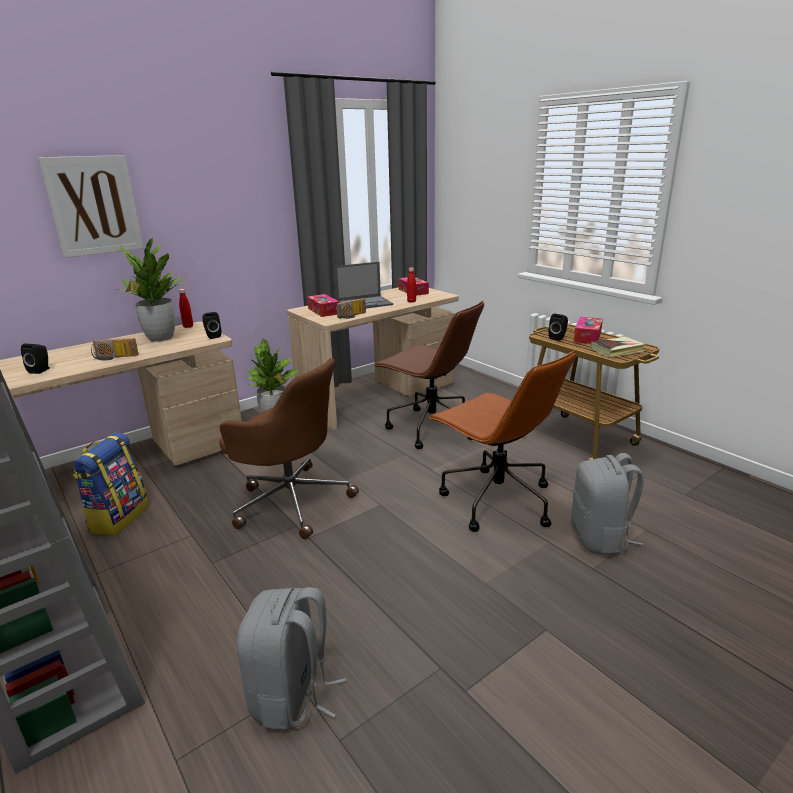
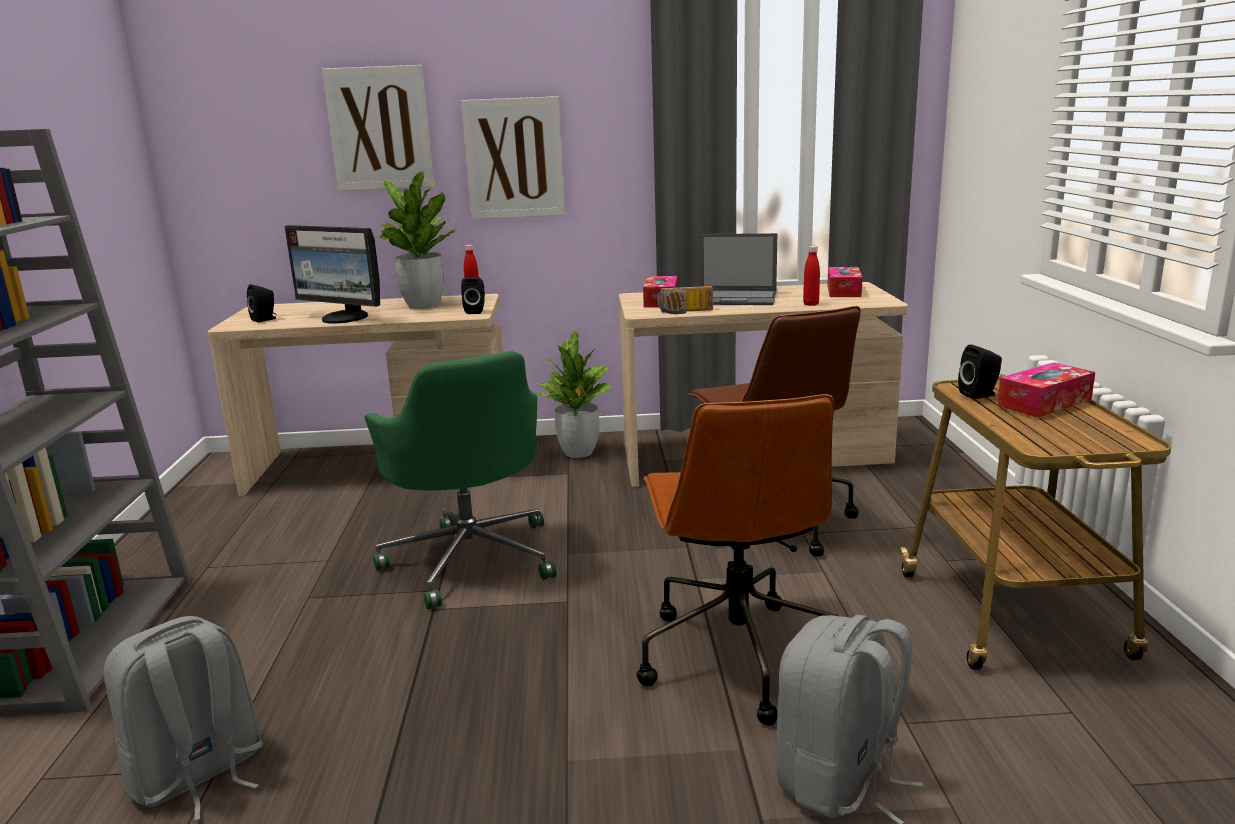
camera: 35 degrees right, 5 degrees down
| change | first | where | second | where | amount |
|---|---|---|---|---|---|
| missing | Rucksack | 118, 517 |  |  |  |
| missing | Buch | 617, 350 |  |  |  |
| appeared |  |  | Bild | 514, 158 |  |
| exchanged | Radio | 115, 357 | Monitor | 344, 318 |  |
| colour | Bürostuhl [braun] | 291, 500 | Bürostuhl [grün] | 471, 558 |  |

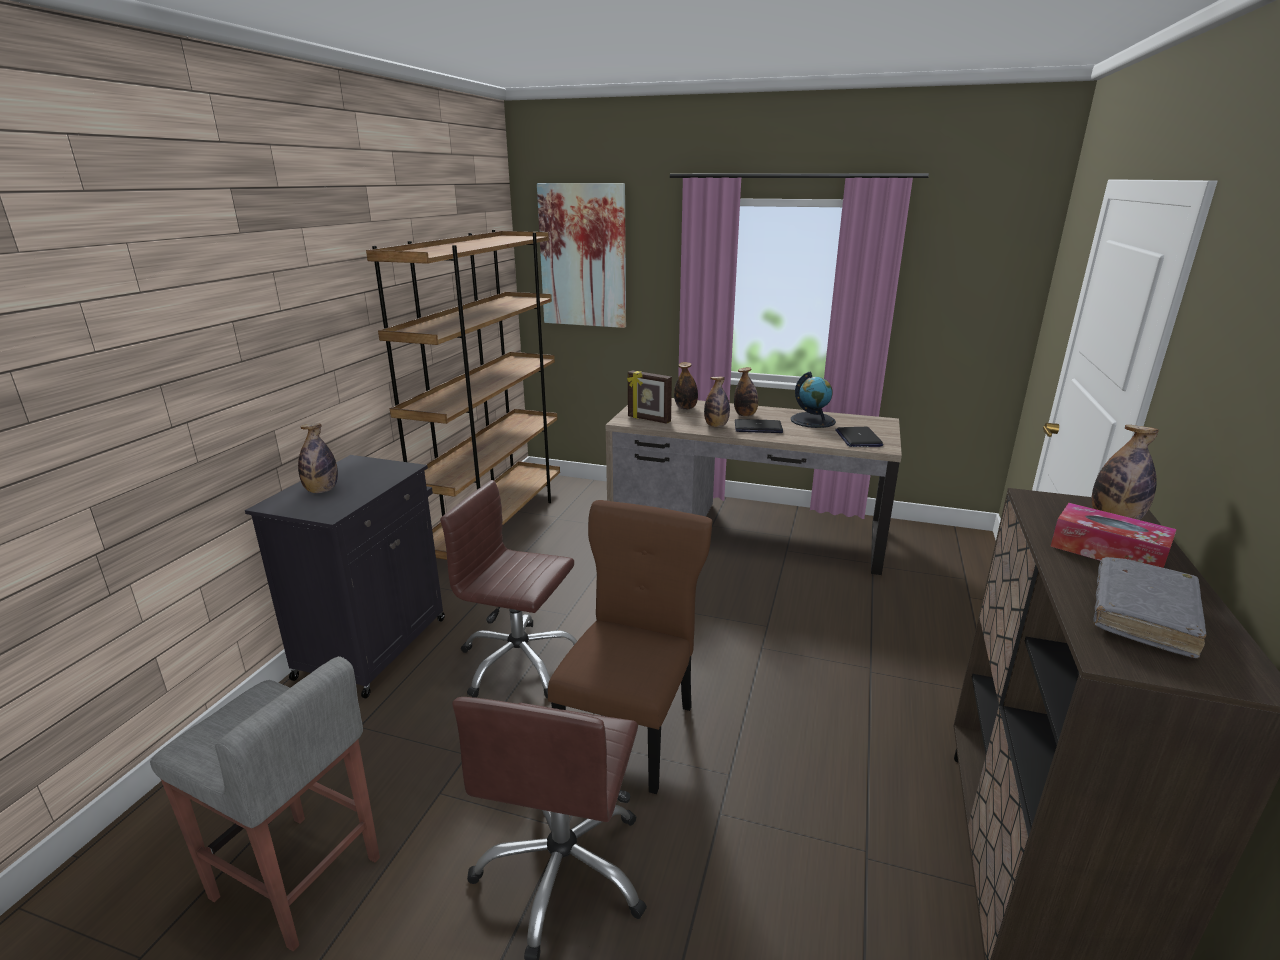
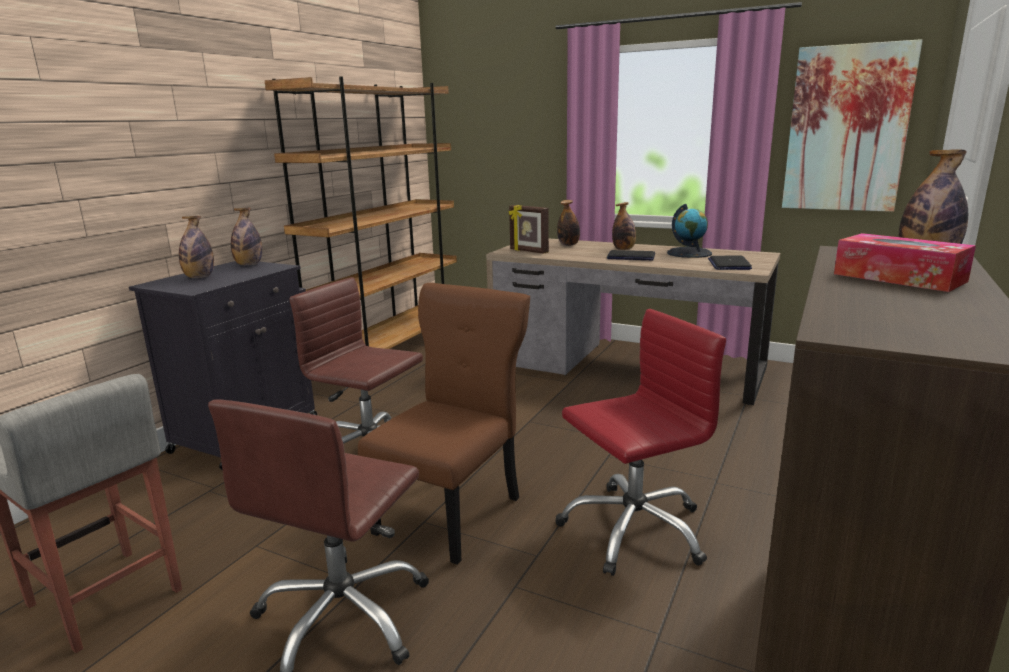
camera: 10 degrees right, 5 degrees down
| change | first | where | second | where | amount |
|---|---|---|---|---|---|
| missing | Buch [grau] | 1142, 615 |  |  |  |
| appeared |  |  | Bürostuhl [rot] | 633, 529 |  |
| relocated | Bild | 583, 256 |  | 847, 129 |  |
| relocated | Flasche | 716, 425 |  | 249, 265 |  |

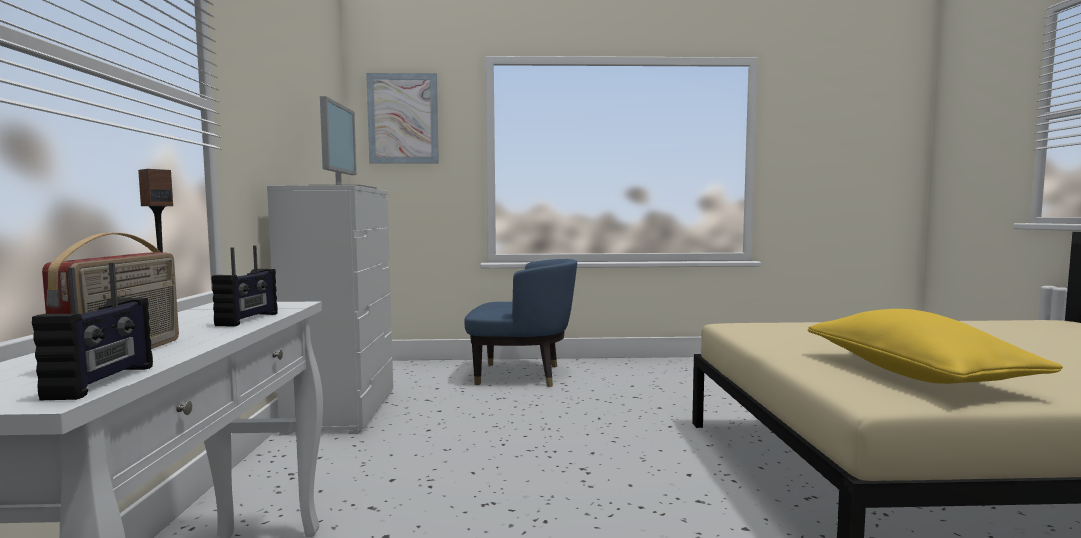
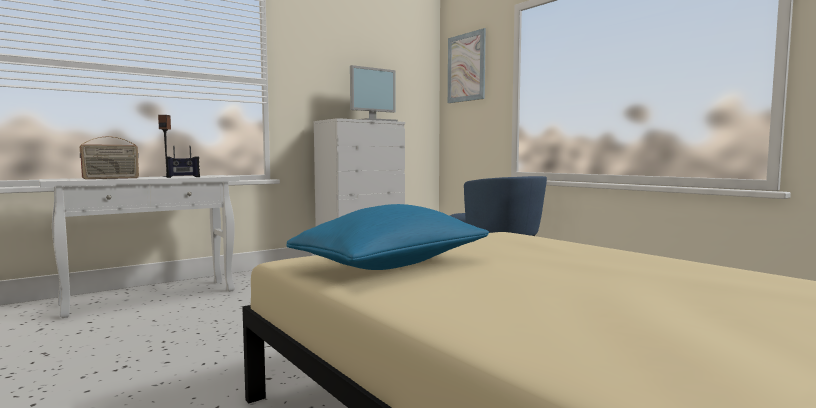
camera: 55 degrees right, 0 degrees up
| change | first | where | second | where | amount |
|---|---|---|---|---|---|
| missing | Radio | 103, 382 |  |  |  |
| colour | Kissen [gelb] | 914, 374 | Kissen [blau] | 394, 266 |  |

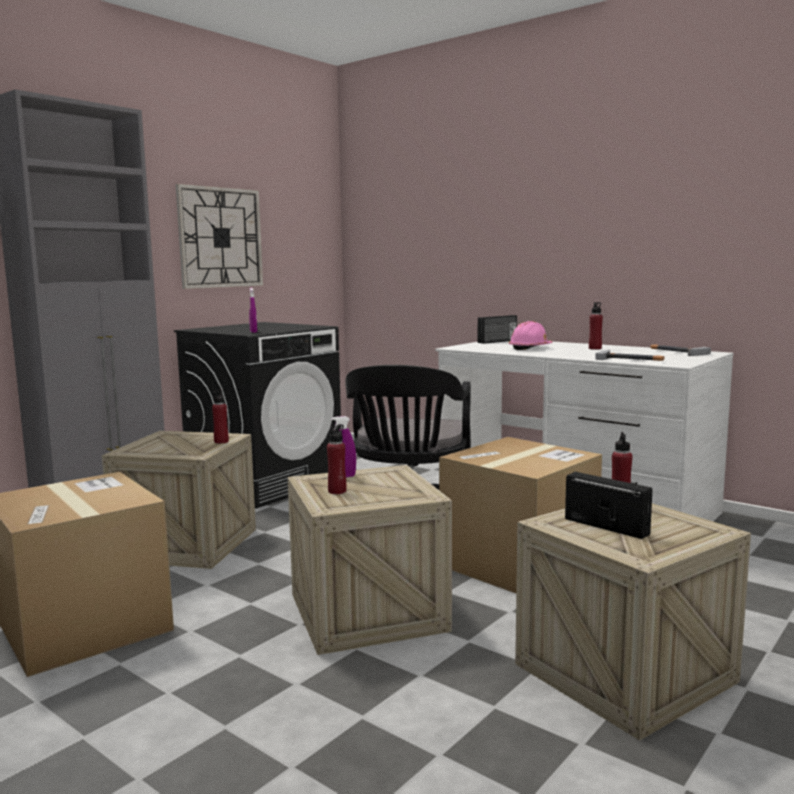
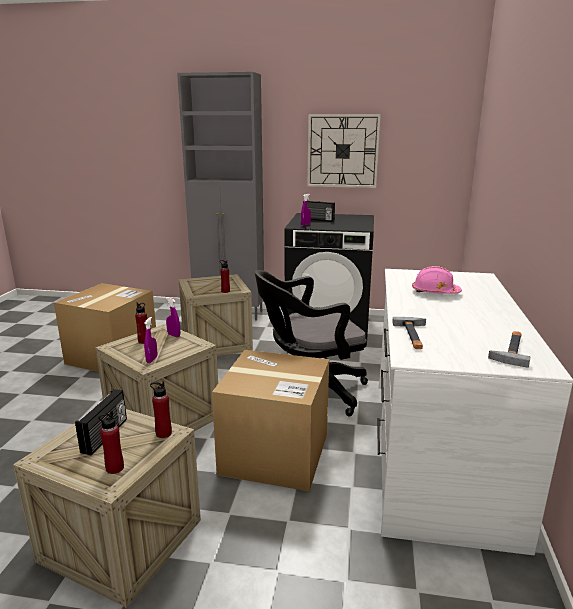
camera: 60 degrees right, 10 degrees up
| change | first | where | second | where | amount |
|---|---|---|---|---|---|
| appeared |  |  | Sprühflasche [lila] | 152, 360 |  |
| relocated | Radio | 498, 341 |  | 318, 219 |  |
| relocated | Flasche [rot] | 595, 348 |  | 114, 468 |  |

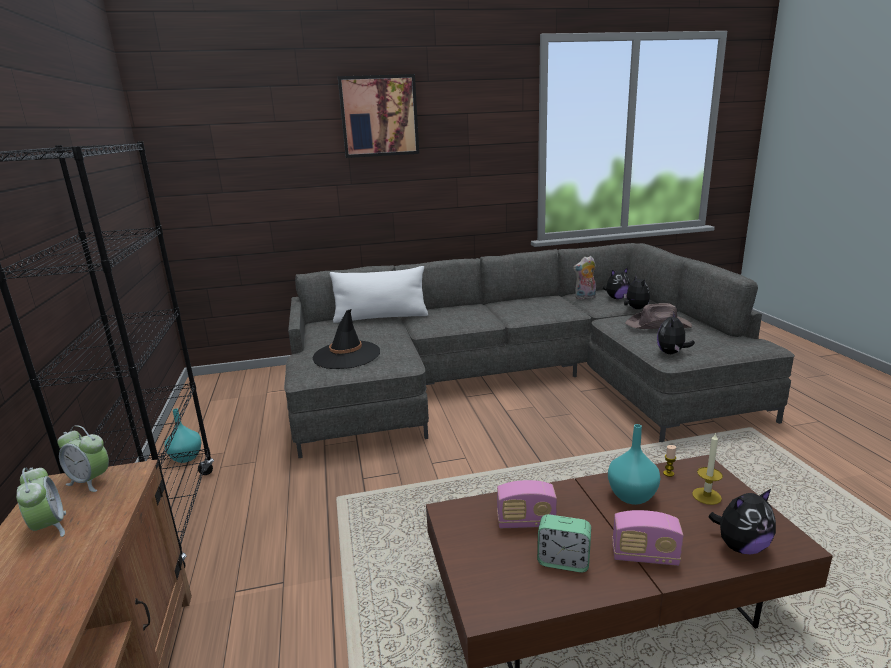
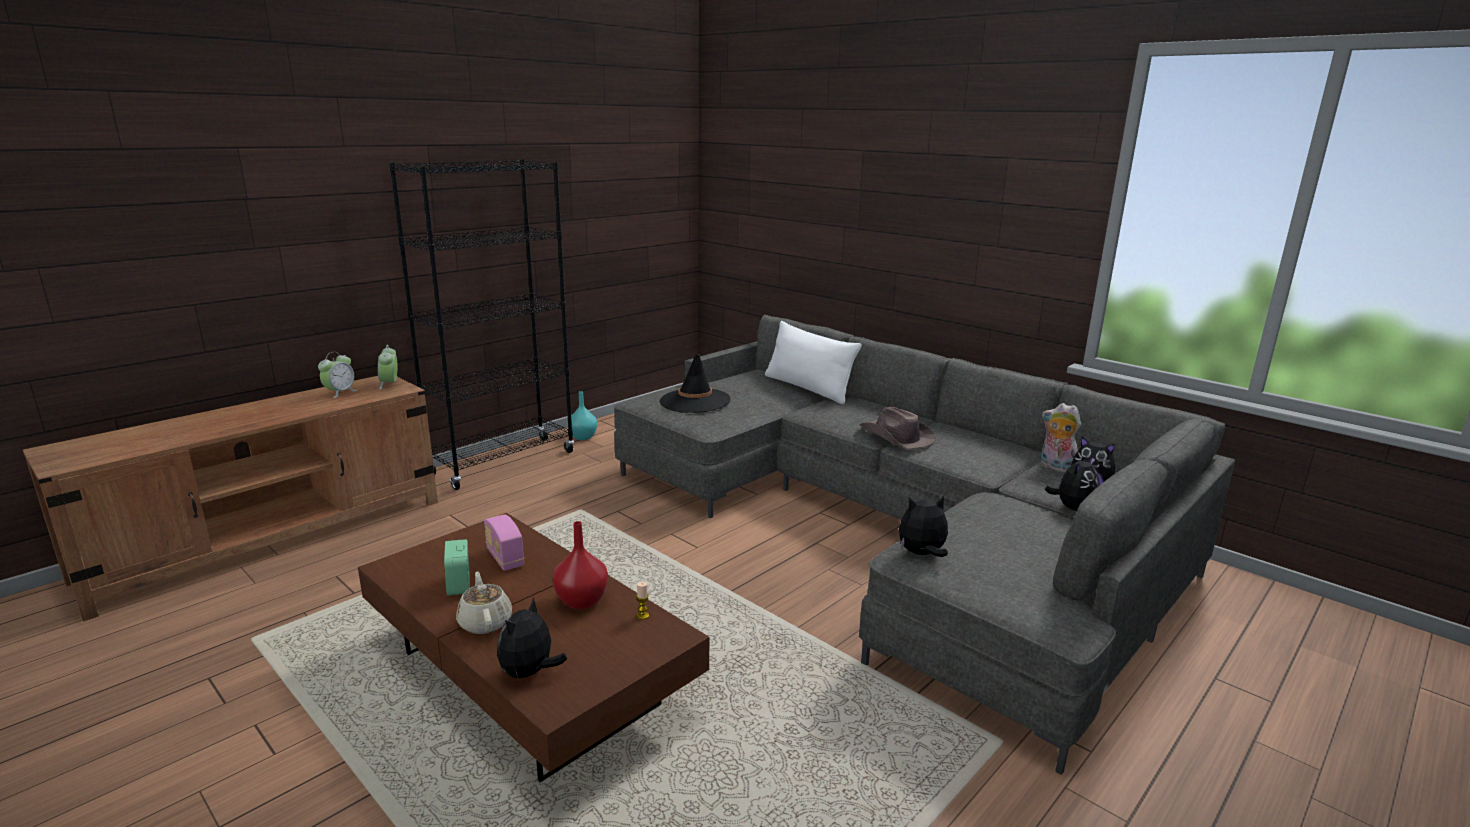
camera: 55 degrees right, 0 degrees up
| change | first | where | second | where | amount |
|---|---|---|---|---|---|
| missing | Bild | 379, 116 |  |  |  |
| missing | Kerze | 706, 496 |  |  |  |
| relocated | Hut [braun] | 658, 325 |  | 896, 437 |  |
| exchanged | Radio | 644, 556 | Teekanne [beige] | 485, 622 |  |
| colour | Vase [türkis] | 632, 497 | Vase [rot] | 580, 601 |  |
| spun | Plüschtier | 740, 546 |  | 529, 673 | 75 degrees clockwise |

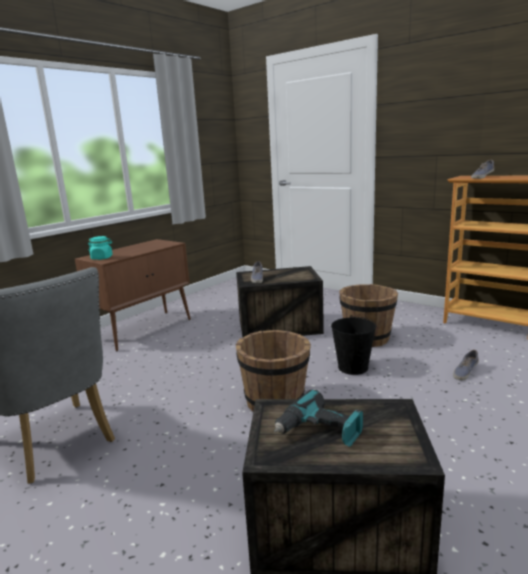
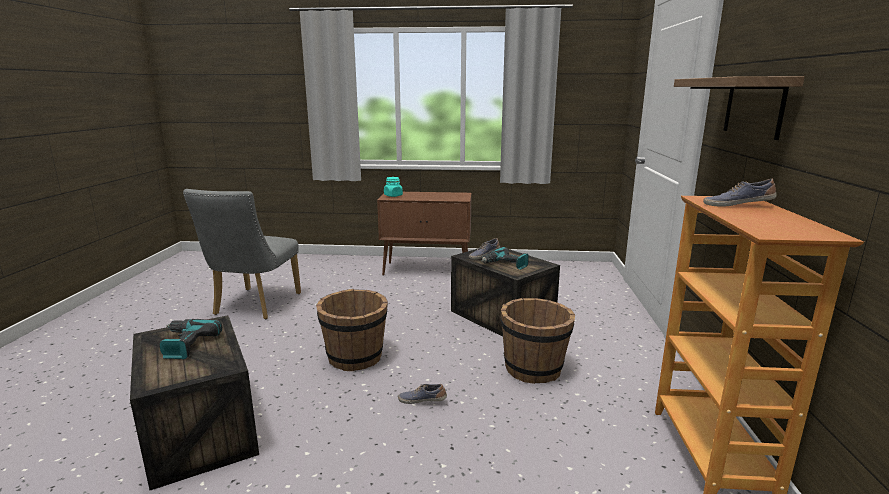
camera: 55 degrees right, 0 degrees up
| change | first | where | second | where | amount |
|---|---|---|---|---|---|
| missing | Eimer [schwarz] | 352, 367 |  |  |  |
| appeared |  |  | Bohrmaschine | 505, 265 |  |
| appeared |  |  | Wandregal | 754, 106 |  |
| relocated | Schuh | 465, 372 |  | 422, 400 |  |

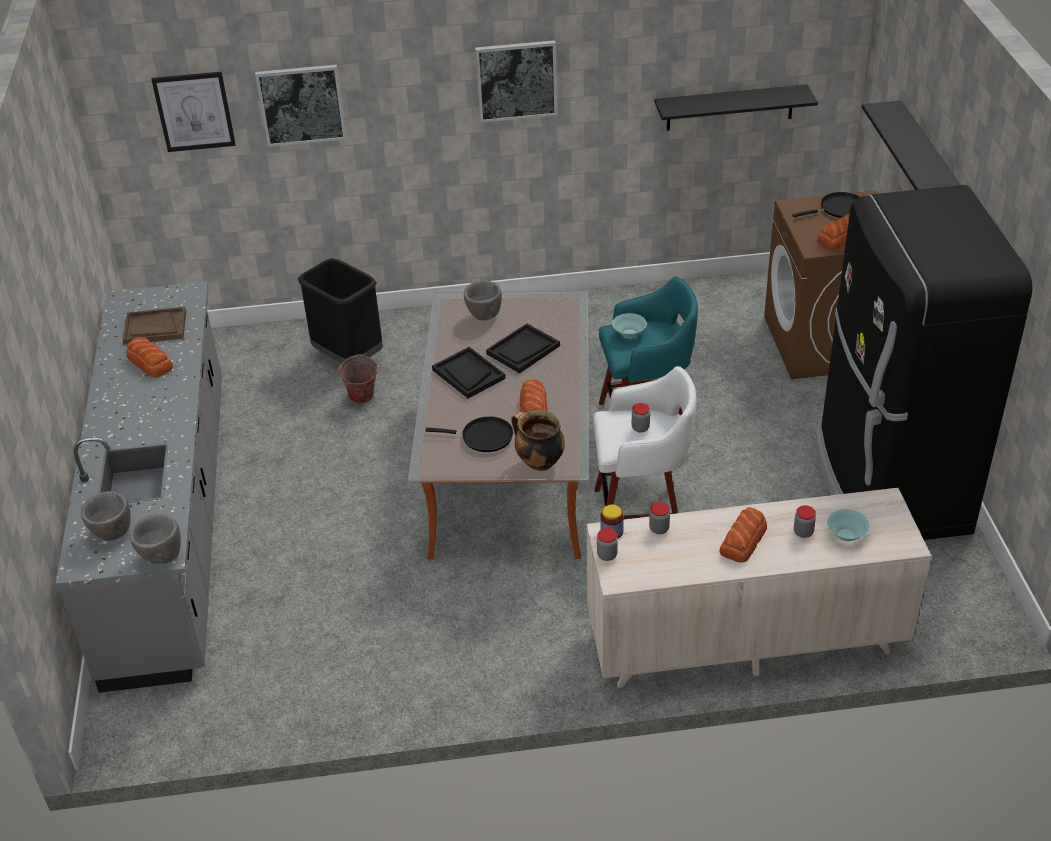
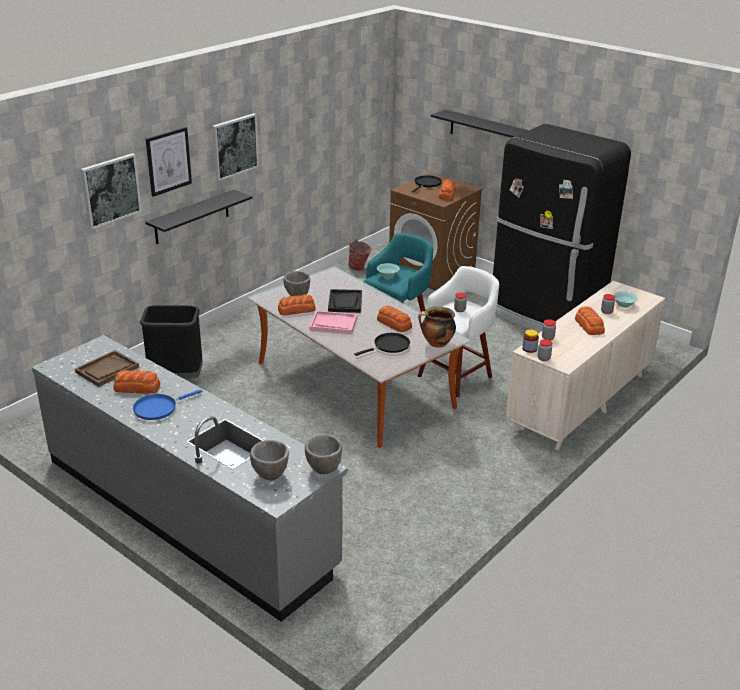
camera: 45 degrees left, 10 degrees down
| change | first | where | second | where | amount |
|---|---|---|---|---|---|
| appeared |  |  | Pfanne [blau] | 158, 408 |  |
| appeared |  |  | Brot | 296, 309 |  |
| relocated | Bild | 194, 111 |  | 168, 161 |  |
| relocated | Eimer | 361, 399 |  | 359, 269 |  |
| relocated | Wandregal [schwarz] | 730, 107 |  | 192, 217 |  |
| colour | Tablett [schwarz] | 468, 374 | Tablett [rosa] | 333, 324 |  |

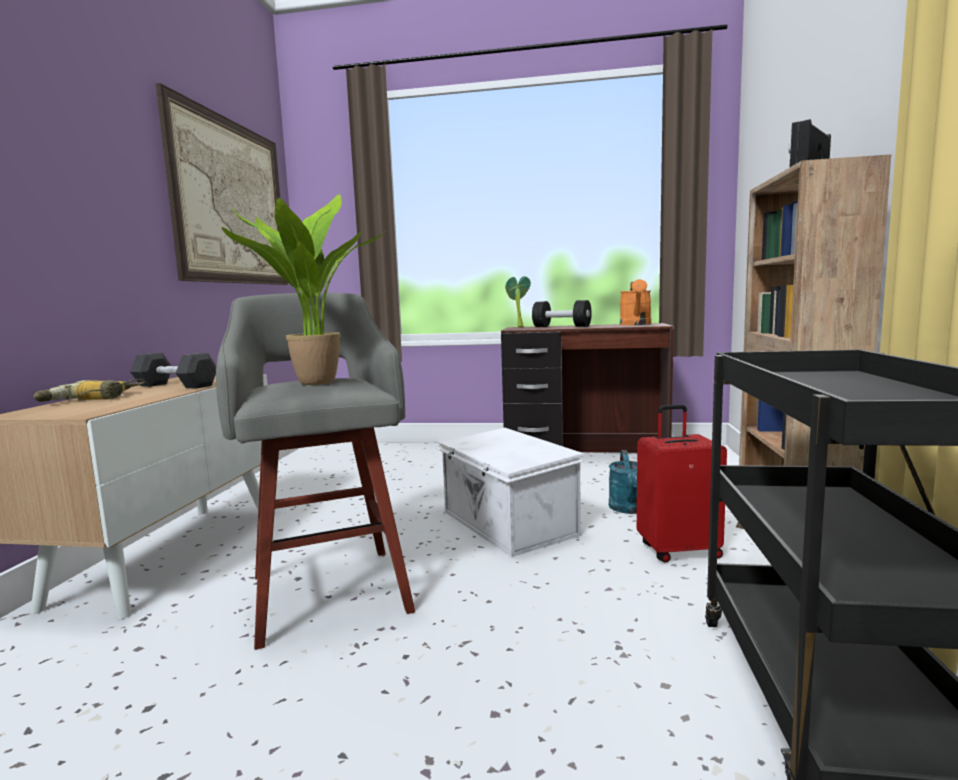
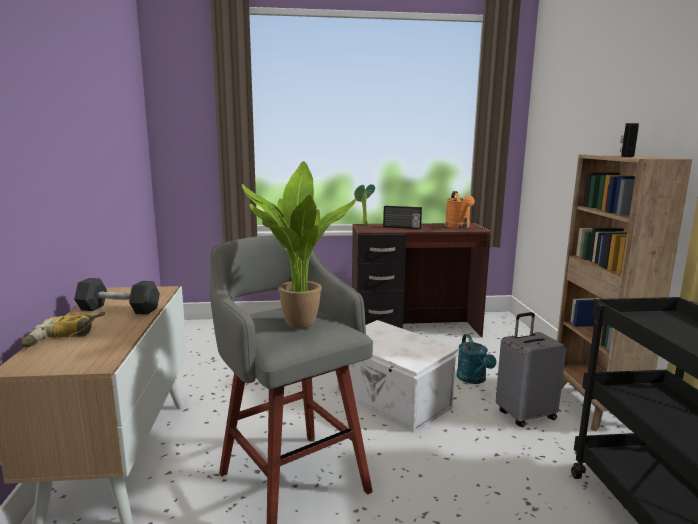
camera: 15 degrees left, 5 degrees up
| change | first | where | second | where | amount |
|---|---|---|---|---|---|
| missing | Bild | 231, 202 |  |  |  |
| exchanged | Hantel [schwarz] | 561, 327 | Radio | 402, 227 |  |
| colour | Koffer [rot] | 678, 550 | Koffer [grau] | 525, 415 |  |

